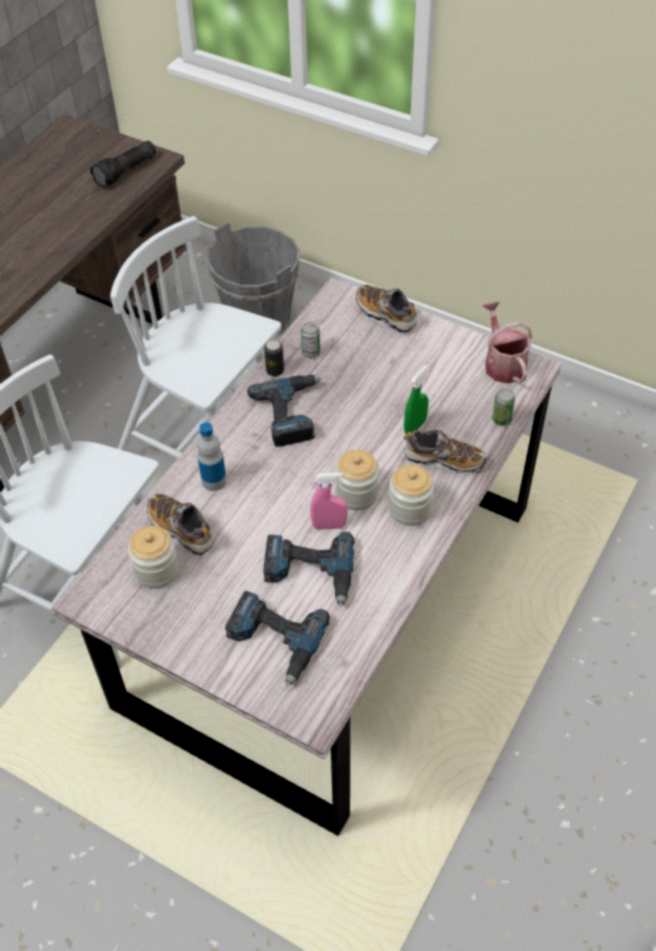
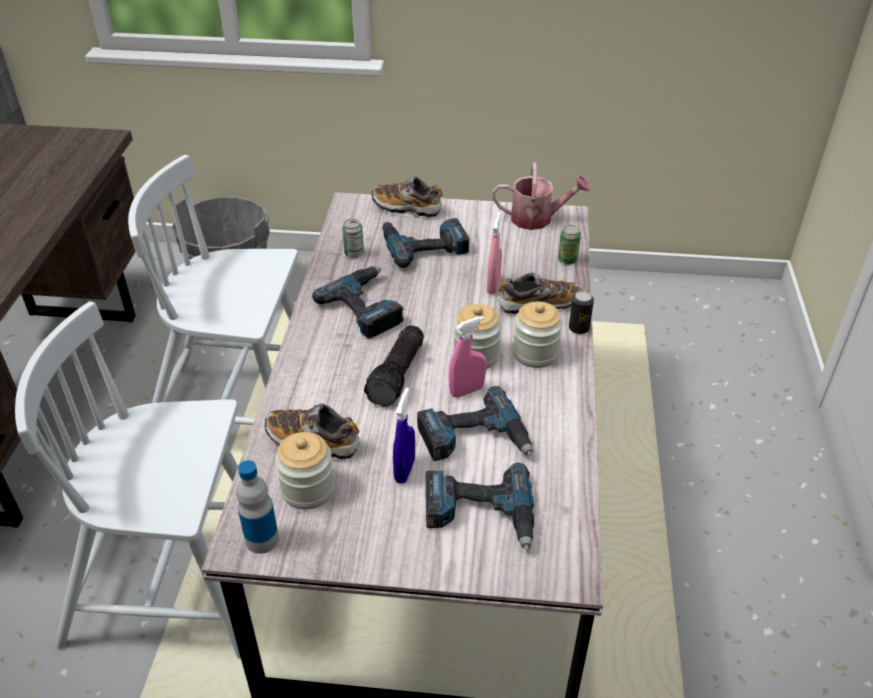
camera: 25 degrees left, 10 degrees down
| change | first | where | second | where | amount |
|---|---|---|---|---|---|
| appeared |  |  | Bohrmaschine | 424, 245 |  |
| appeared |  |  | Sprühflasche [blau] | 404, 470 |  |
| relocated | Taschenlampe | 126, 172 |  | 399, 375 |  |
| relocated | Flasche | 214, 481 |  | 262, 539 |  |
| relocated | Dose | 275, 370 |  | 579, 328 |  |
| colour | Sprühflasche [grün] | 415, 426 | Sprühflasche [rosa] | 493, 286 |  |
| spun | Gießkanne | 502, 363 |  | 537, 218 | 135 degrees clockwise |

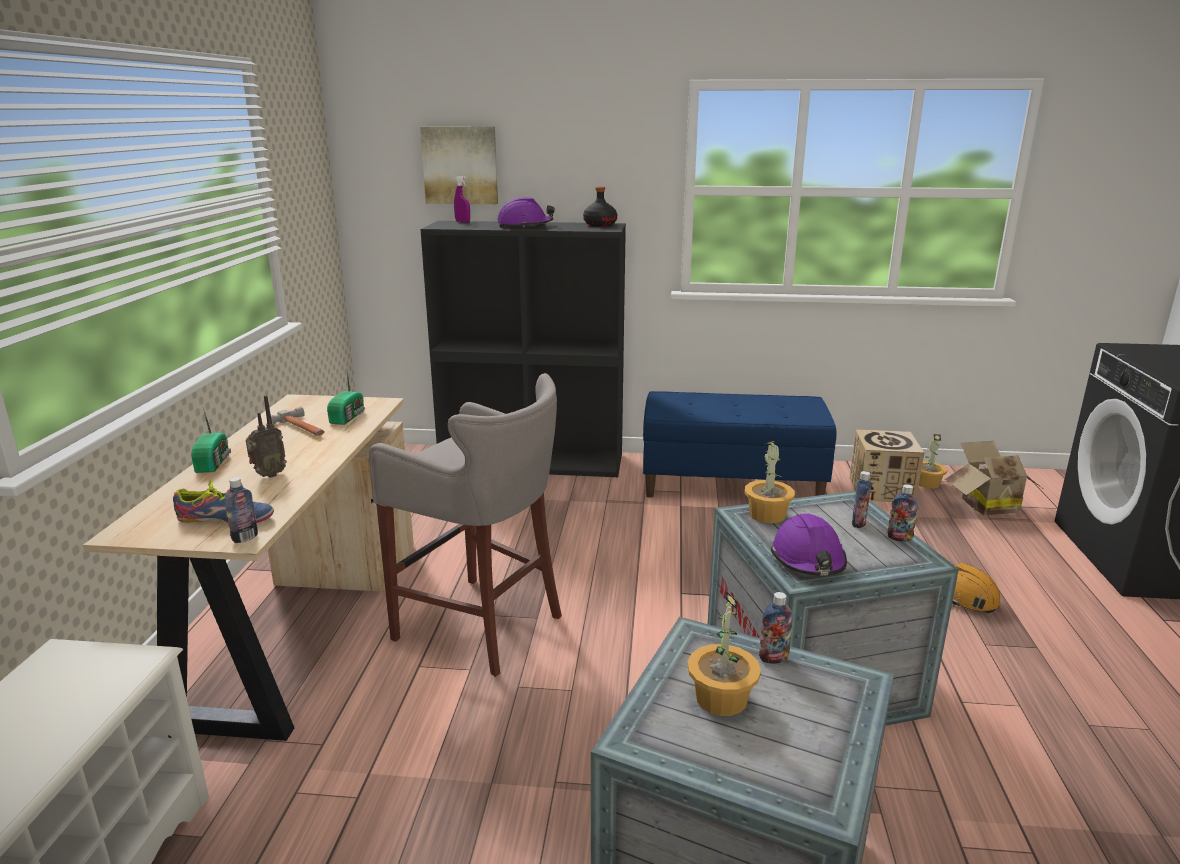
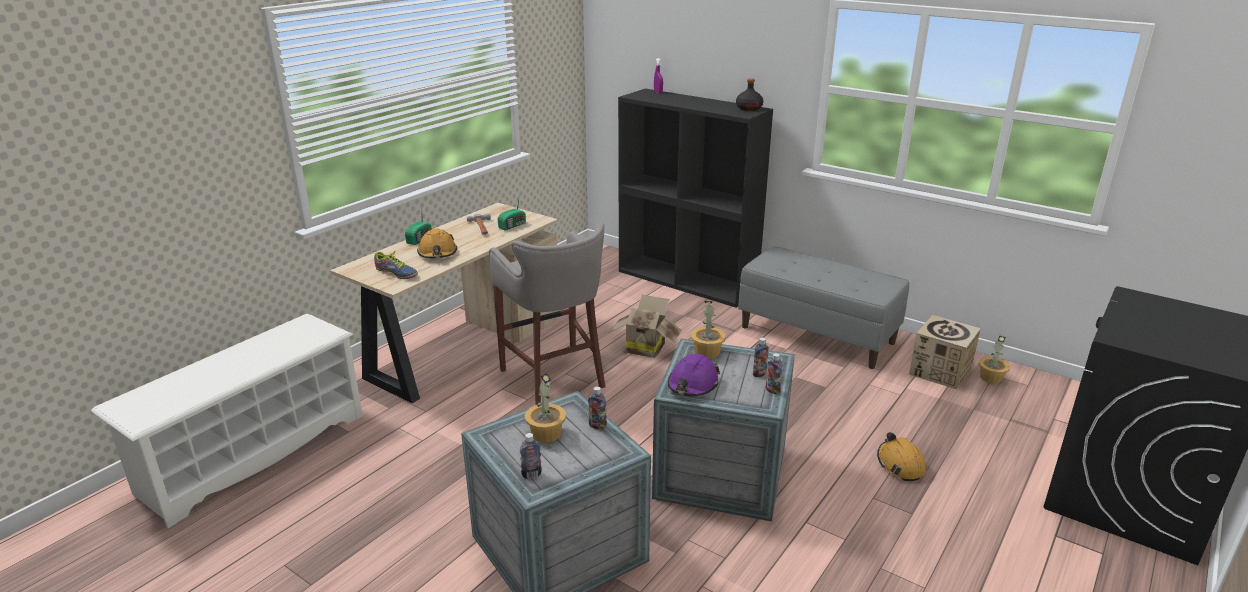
camera: 30 degrees right, 5 degrees up
| change | first | where | second | where | amount |
|---|---|---|---|---|---|
| missing | Bild | 460, 165 |  |  |  |
| missing | Schutzhelm [lila] | 525, 226 |  |  |  |
| relocated | Flasche | 245, 538 |  | 531, 475 |  |
| relocated | Karton | 985, 505 |  | 645, 347 |  |
| exchanged | Radio | 268, 475 | Schutzhelm [orange] | 437, 253 |  |
| colour | Bank [blau] | 732, 484 | Bank [grau] | 818, 335 |  |

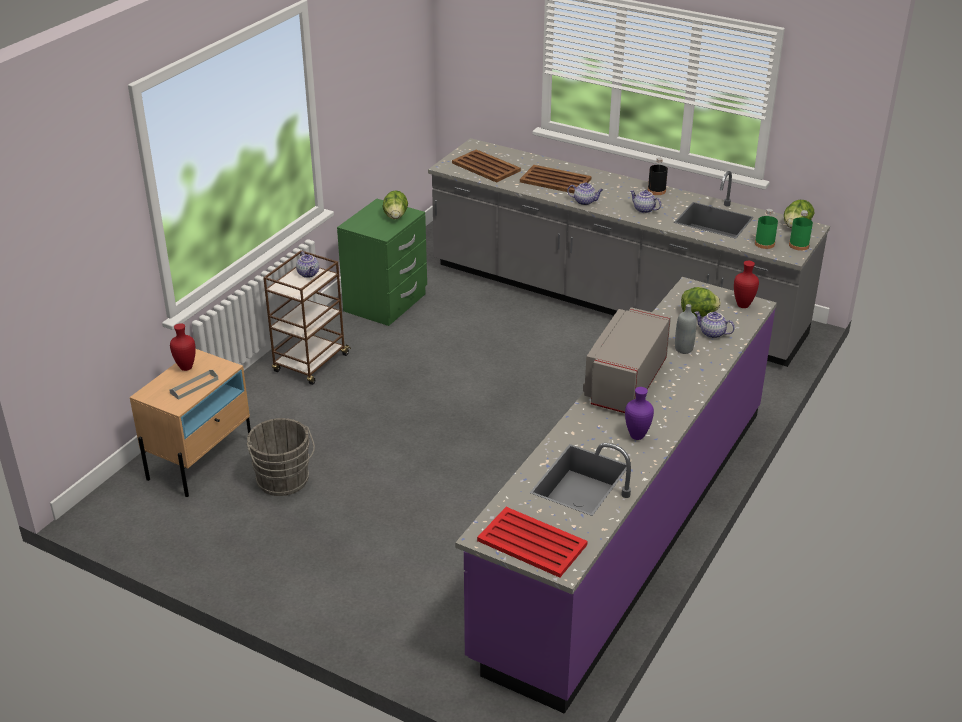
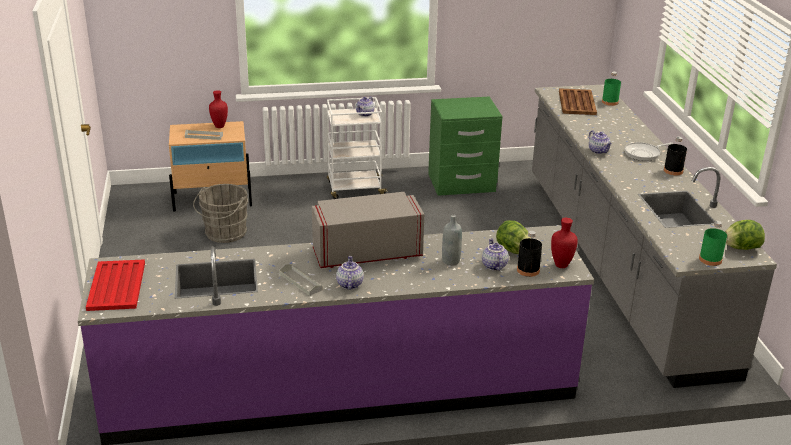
camera: 50 degrees right, 5 degrees down
| change | first | where | second | where | amount |
|---|---|---|---|---|---|
| missing | Salatkopf | 395, 216 |  |  |  |
| missing | Tablett [braun] | 554, 180 |  |  |  |
| appeared |  |  | Flasche [schwarz] | 528, 270 |  |
| appeared |  |  | Pfanne | 644, 154 |  |
| relocated | Teekanne | 643, 210 |  | 349, 284 |  |
| relocated | Flasche [grün] | 764, 244 |  | 610, 102 |  |
| exchanged | Vase [lila] | 637, 435 | Tablett [grau] | 300, 282 |  |
| colour | Rollwagen [braun] | 310, 364 | Rollwagen [weiß] | 355, 189 |  |

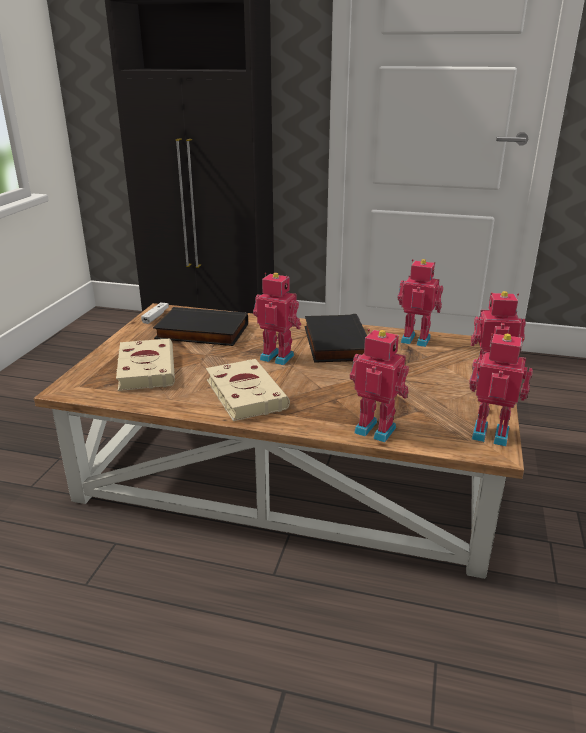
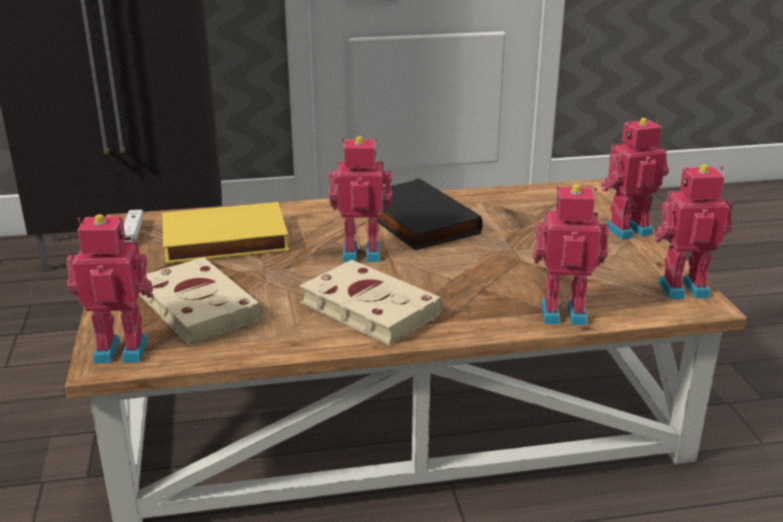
camera: 25 degrees left, 0 degrees up
| change | first | where | second | where | amount |
|---|---|---|---|---|---|
| relocated | Spielzeugroboter | 416, 339 |  | 122, 349 |  |
| colour | Buch [schwarz] | 201, 332 | Buch [gelb] | 224, 242 |  |

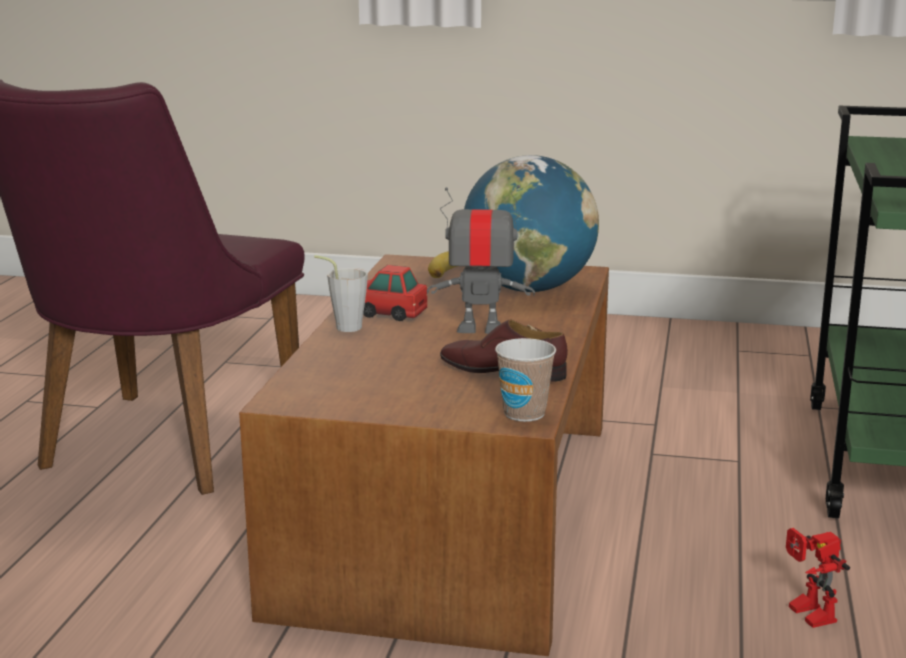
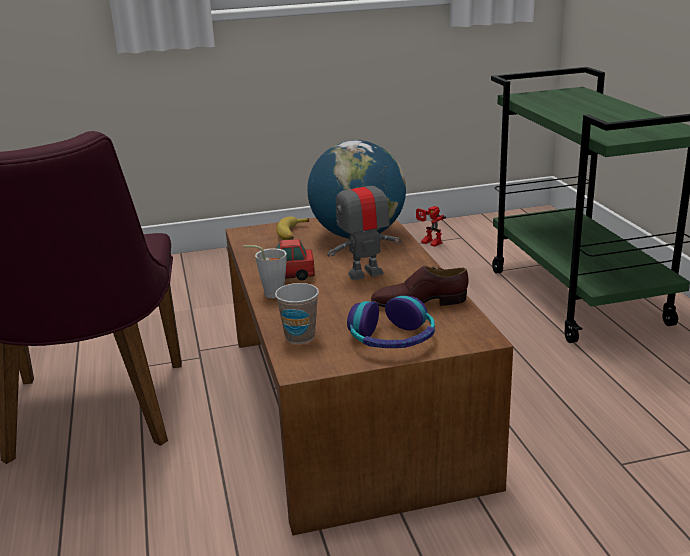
camera: 25 degrees left, 5 degrees up
| change | first | where | second | where | amount |
|---|---|---|---|---|---|
| appeared |  |  | Kopfhörer | 392, 339 |  |
| relocated | Tasse | 524, 413 |  | 300, 337 |  |
| relocated | Spielzeugroboter | 805, 613 |  | 429, 243 |  |

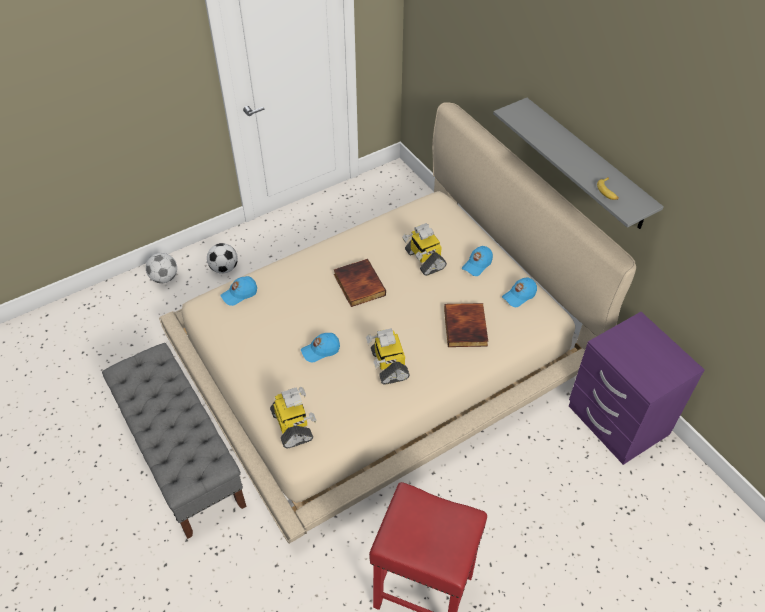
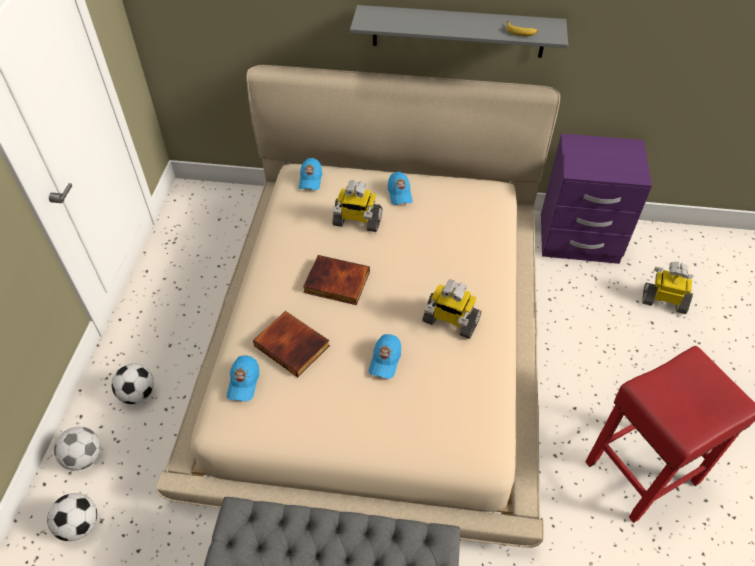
camera: 50 degrees left, 0 degrees up
| change | first | where | second | where | amount |
|---|---|---|---|---|---|
| appeared |  |  | Fußball | 79, 525 |  |
| relocated | Spielzeugroboter | 293, 426 |  | 664, 300 |  |
| relocated | Buch | 466, 327 |  | 293, 345 |  |
| relocated | Kappe [blau] | 519, 296 |  | 310, 180 |  |

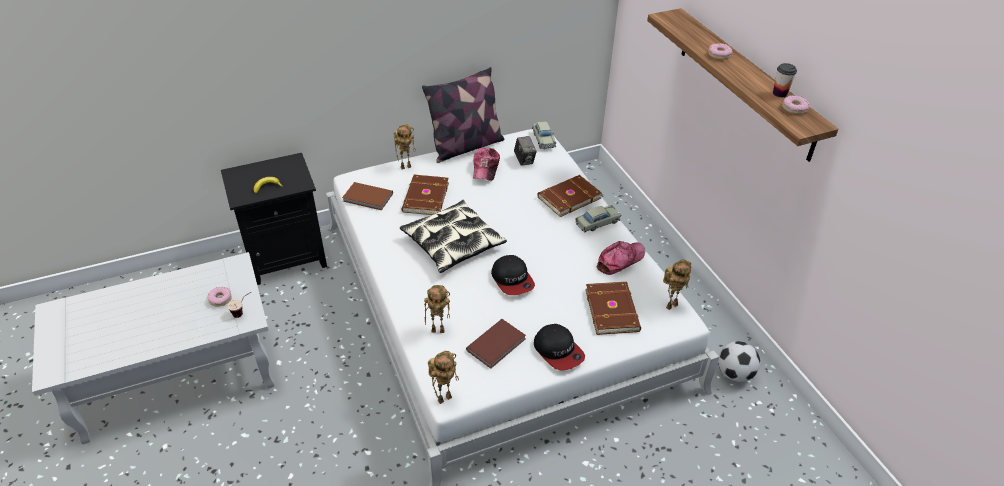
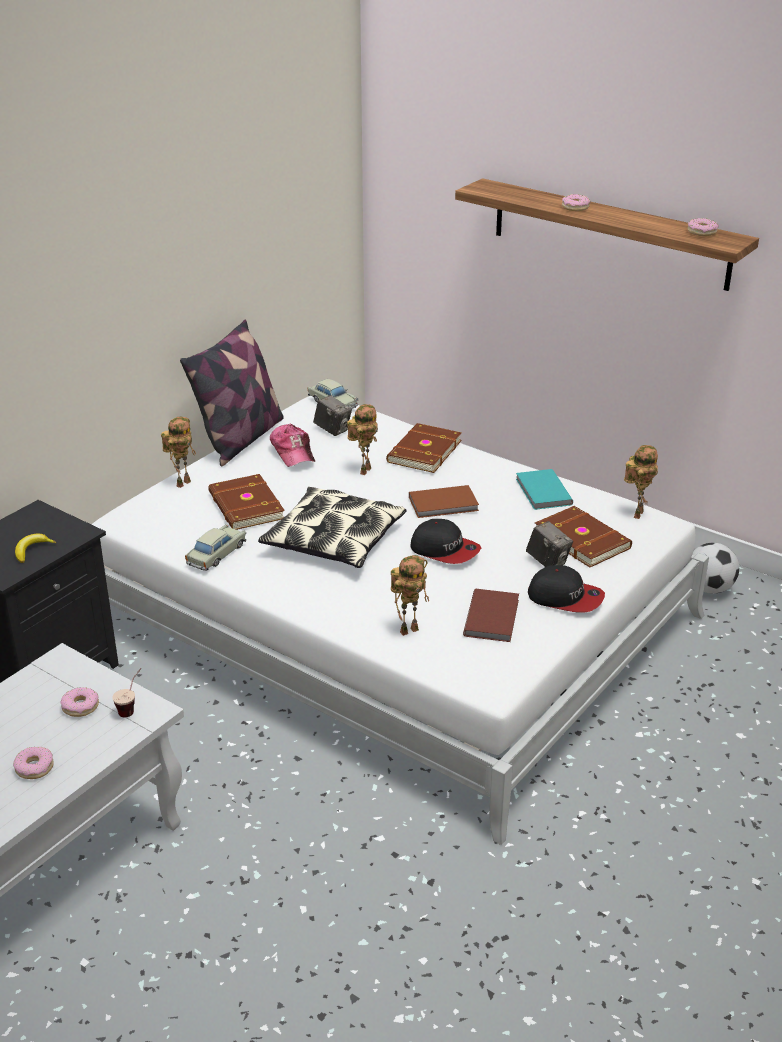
camera: 30 degrees left, 10 degrees down
| change | first | where | second | where | amount |
|---|---|---|---|---|---|
| missing | Tasse | 779, 93 |  |  |  |
| appeared |  |  | Donut | 34, 767 |  |
| appeared |  |  | Kamera | 548, 561 |  |
| relocated | Buch [braun] | 368, 198 |  | 444, 504 |  |
| relocated | Spielzeugroboter | 444, 397 |  | 364, 470 |  |
| relocated | Spielzeugauto [beige] | 597, 223 |  | 216, 554 |  |
| exchanged | Kappe | 620, 260 | Buch [türkis] | 542, 492 |  |

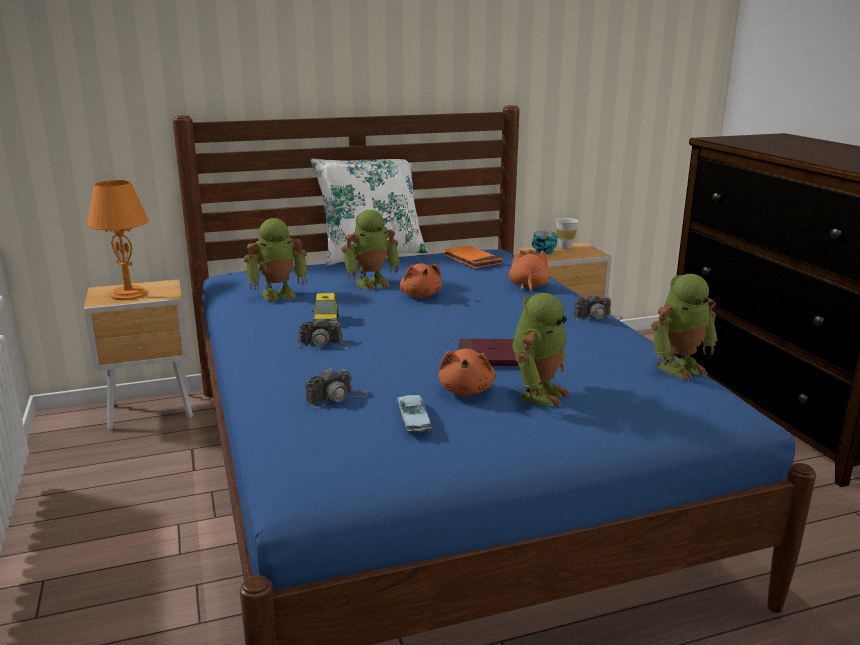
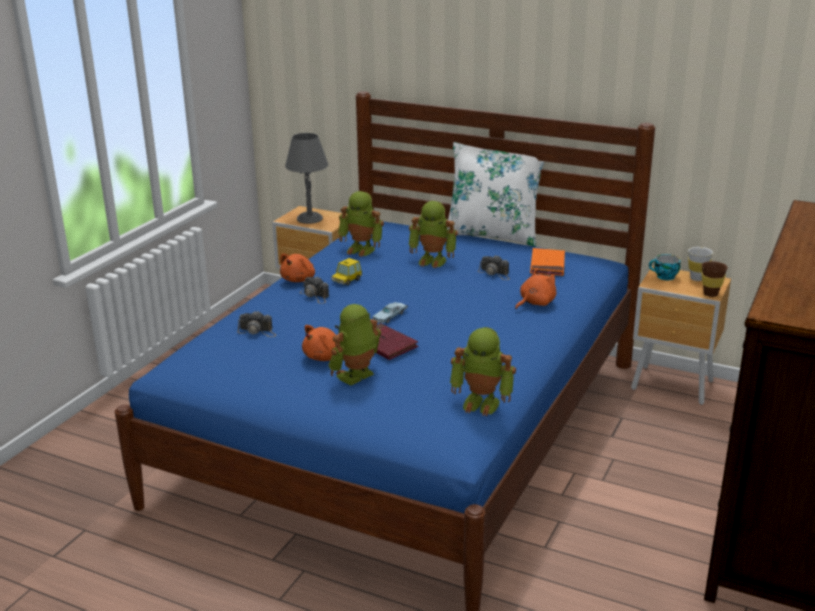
camera: 45 degrees right, 5 degrees up
| change | first | where | second | where | amount |
|---|---|---|---|---|---|
| appeared |  |  | Tasse [braun] | 710, 294 |  |
| relocated | Spielzeugauto [blau] | 413, 419 |  | 389, 316 |  |
| relocated | Plüschtier [orange] | 420, 295 |  | 299, 279 |  |
| relocated | Kamera | 597, 317 |  | 495, 273 |  |
| colour | Tischlampe [orange] | 128, 294 | Tischlampe [grau] | 309, 218 |  |
| spun | Spielzeugroboter | 538, 393 |  | 356, 377 | 150 degrees clockwise |

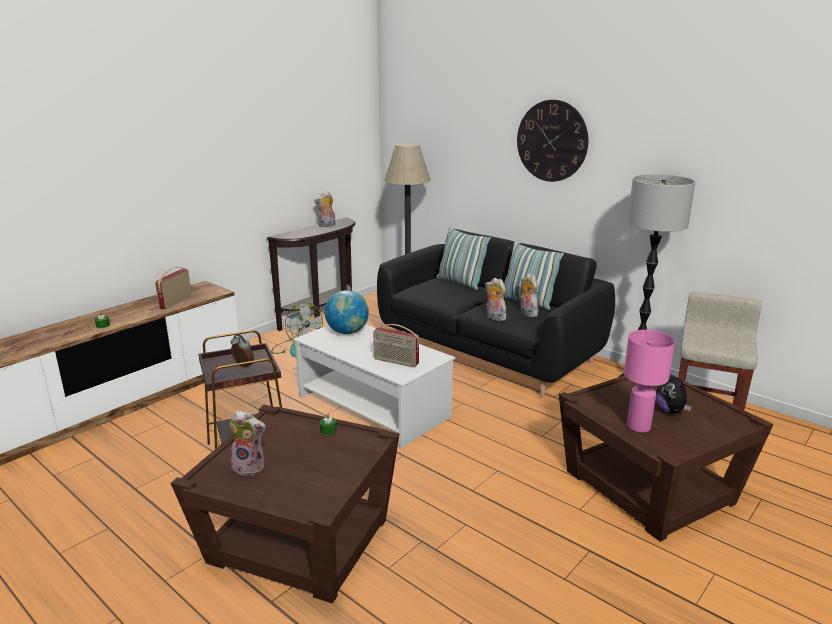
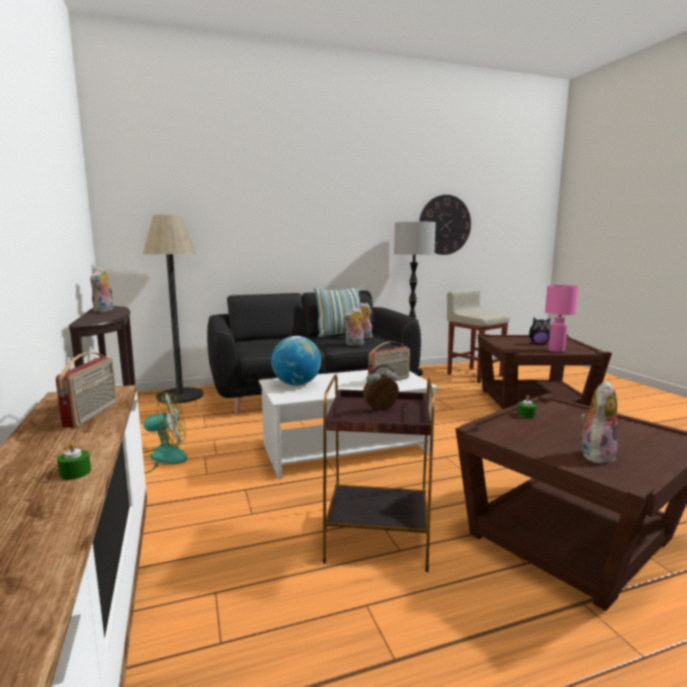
camera: 60 degrees left, 10 degrees down
| change | first | where | second | where | amount |
|---|---|---|---|---|---|
| missing | Kissen | 460, 283 |  |  |  |
| relocated | Wanduhr | 552, 141 |  | 444, 225 |  |
| spun | Radio | 175, 302 |  | 92, 414 | 135 degrees counterclockwise |

